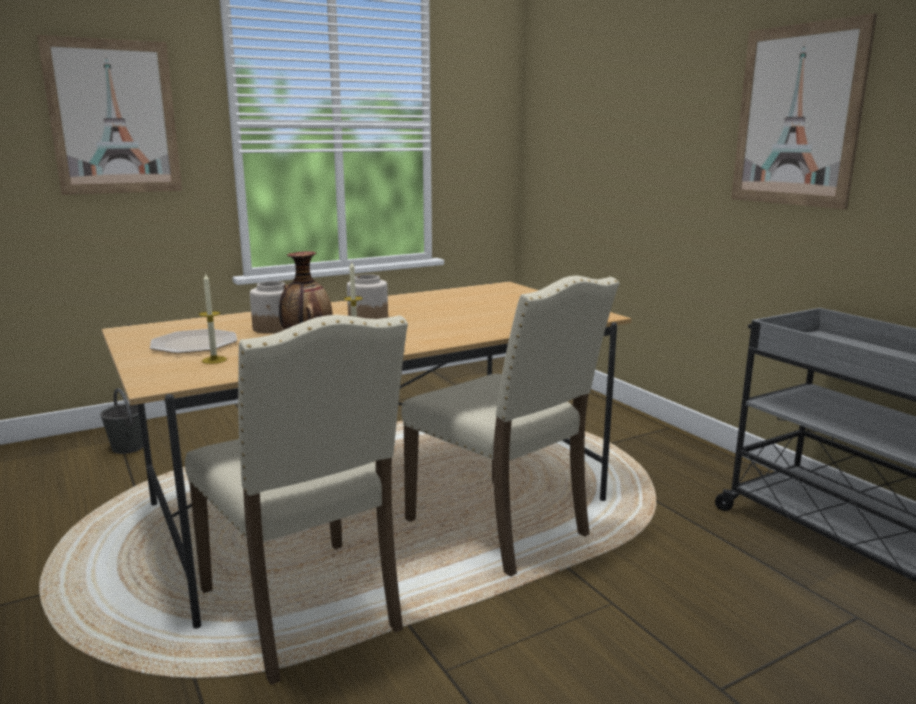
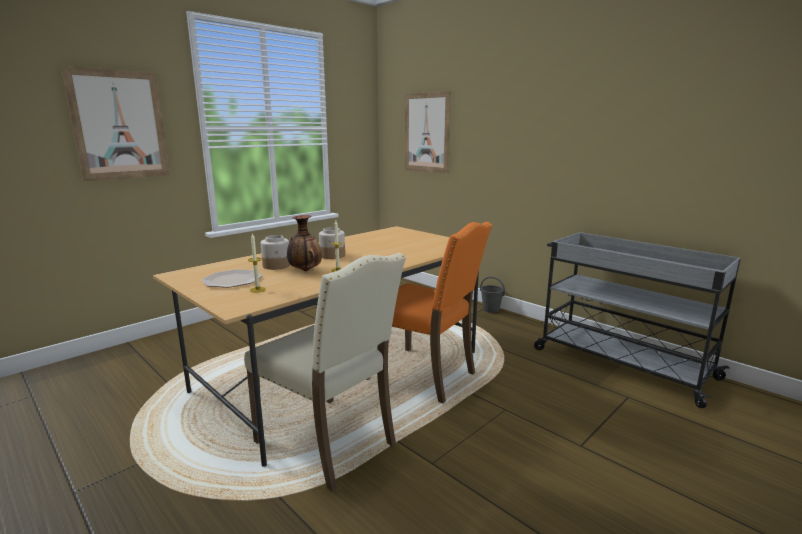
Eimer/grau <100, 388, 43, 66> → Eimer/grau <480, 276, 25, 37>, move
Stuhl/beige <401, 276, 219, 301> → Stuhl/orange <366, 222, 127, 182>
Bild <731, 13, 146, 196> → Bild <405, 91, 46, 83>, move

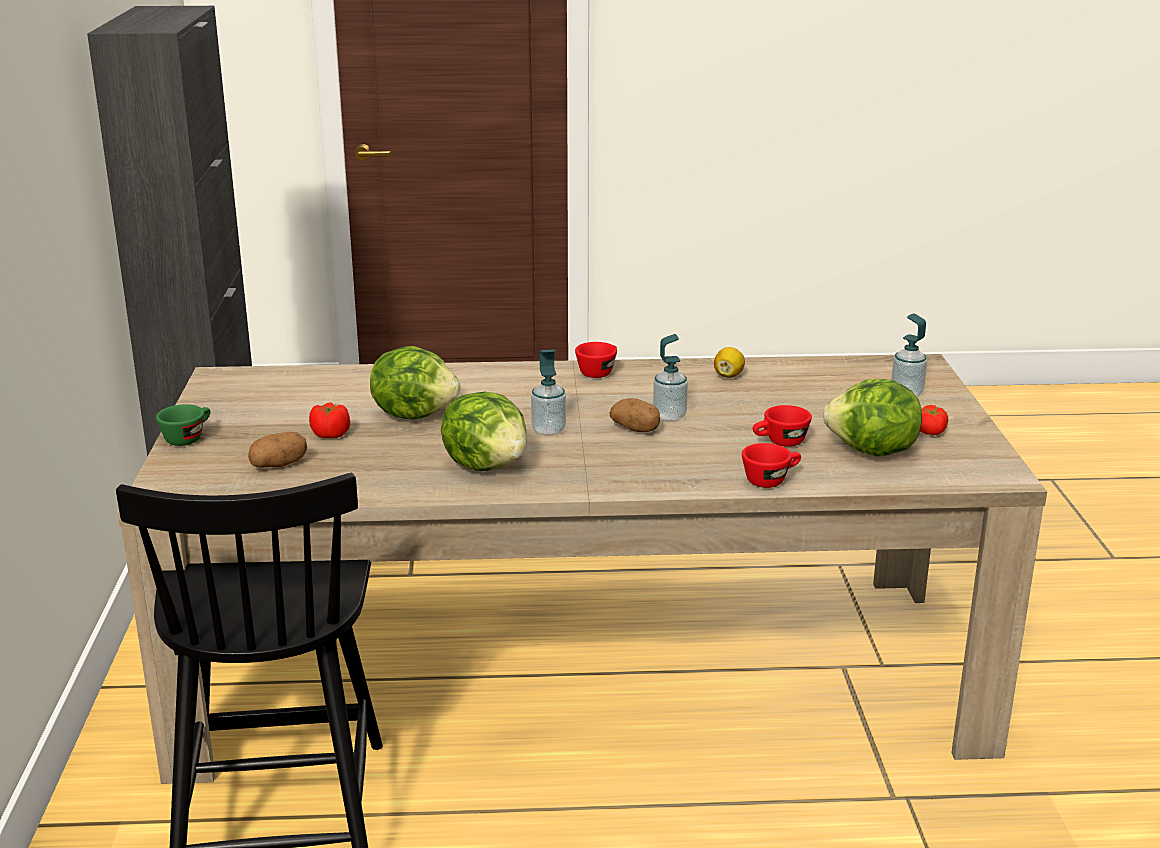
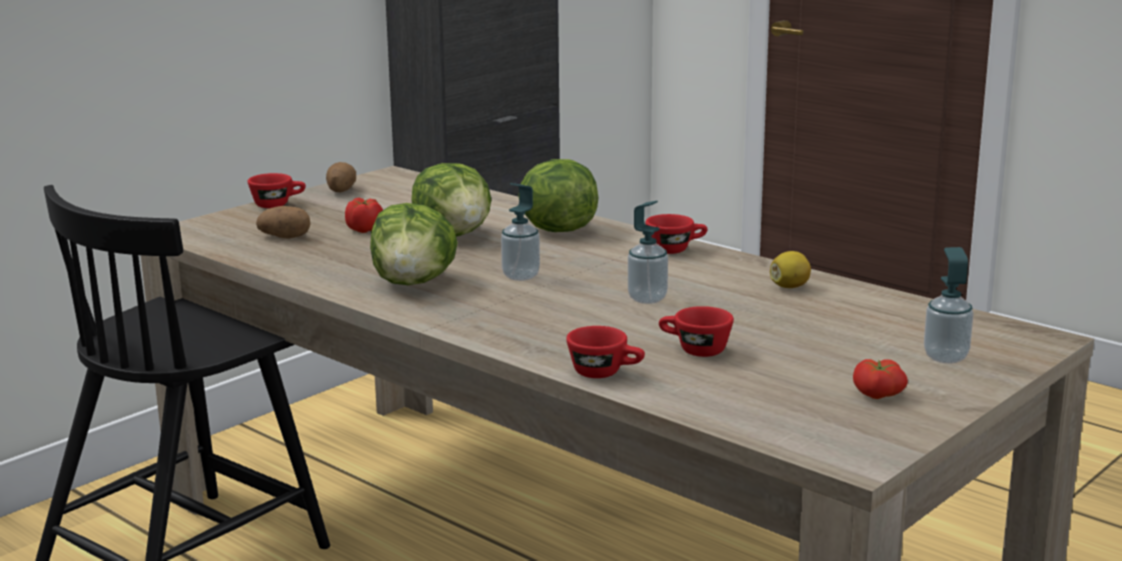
Tasse/grün <156, 404, 54, 42> → Tasse/rot <248, 173, 58, 35>
Kartoffel <609, 398, 51, 34> → Kartoffel <326, 162, 30, 30>, move
Salatkopf <823, 379, 99, 78> → Salatkopf <518, 159, 80, 73>, move

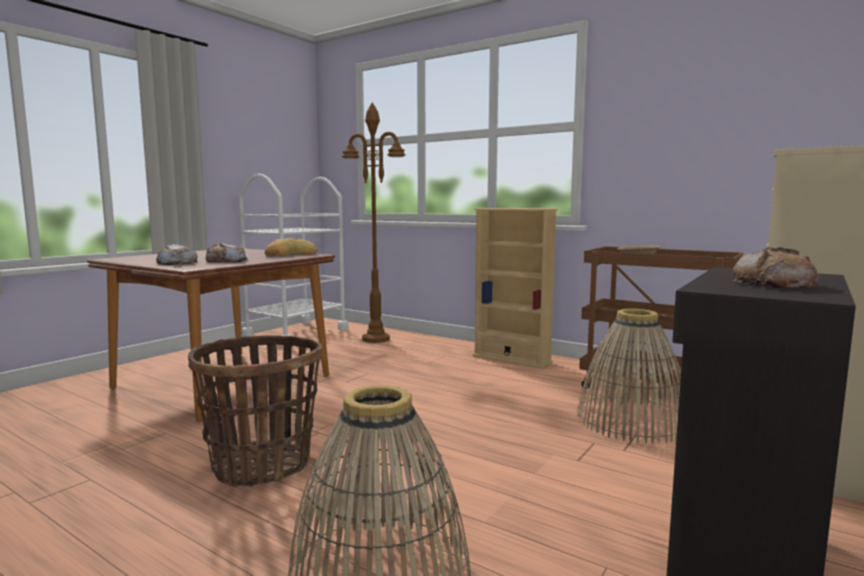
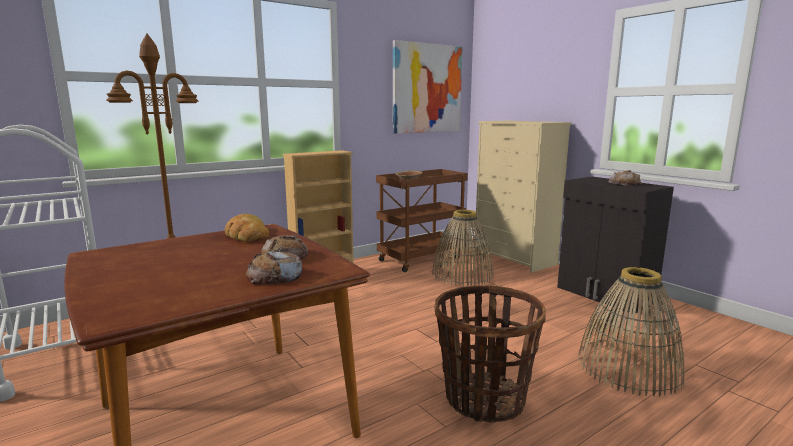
- → Bild <393, 40, 69, 94>

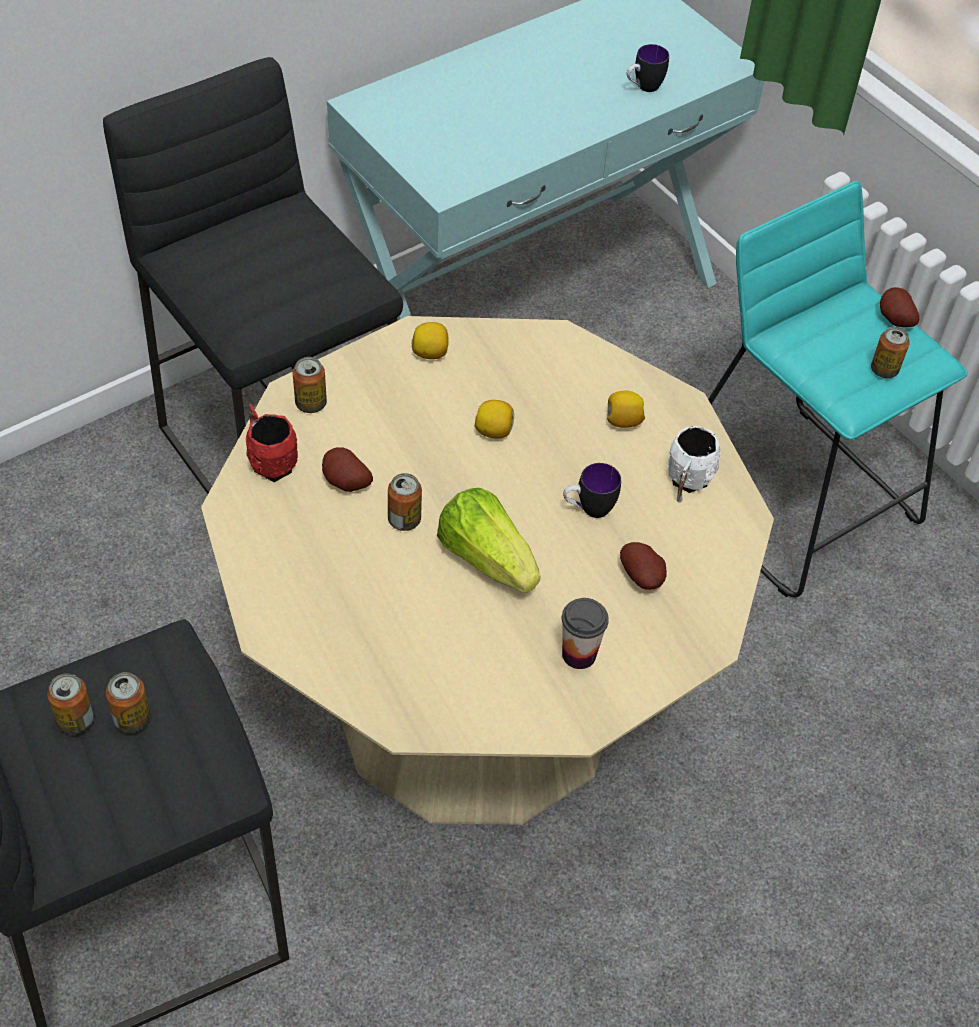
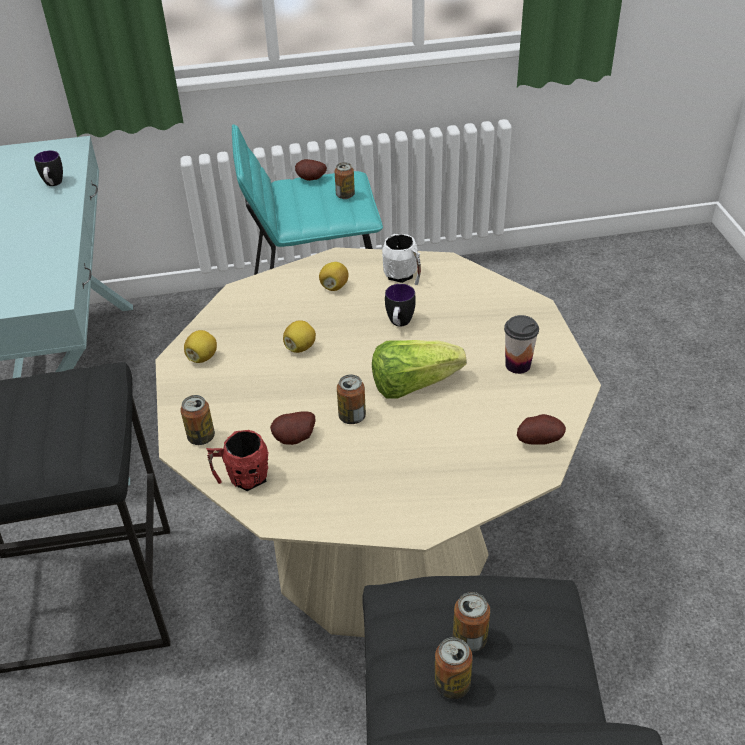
Kartoffel <620, 542, 47, 48> → Kartoffel <517, 414, 49, 31>, move

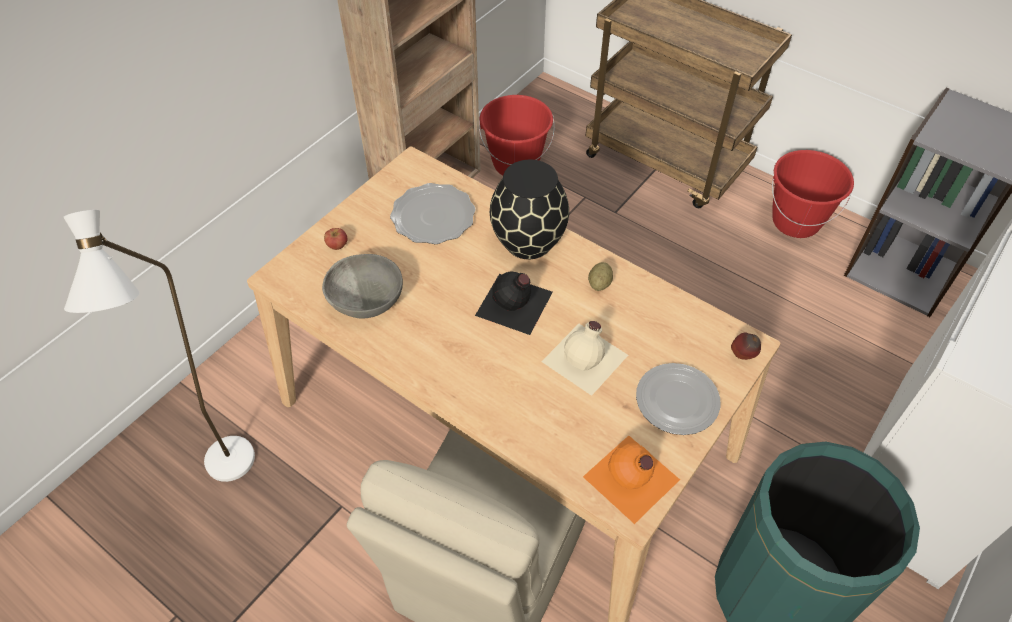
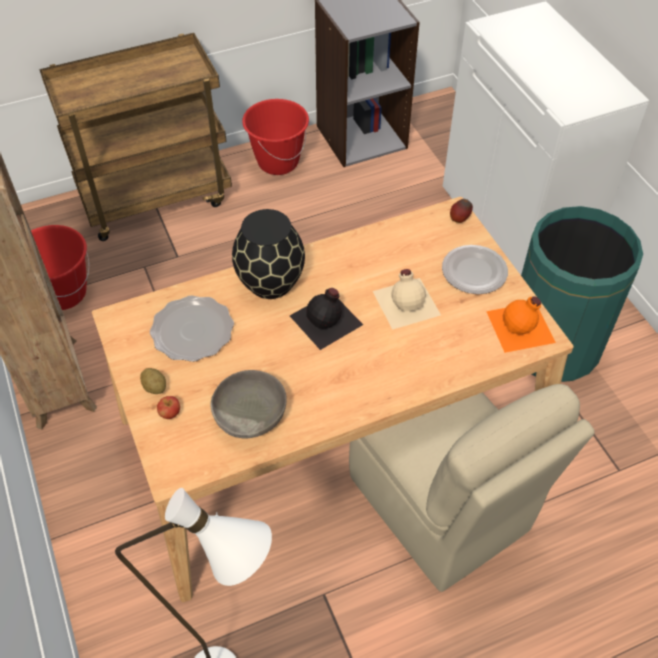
Kartoffel <588, 262, 25, 29> → Kartoffel <140, 368, 26, 26>, move

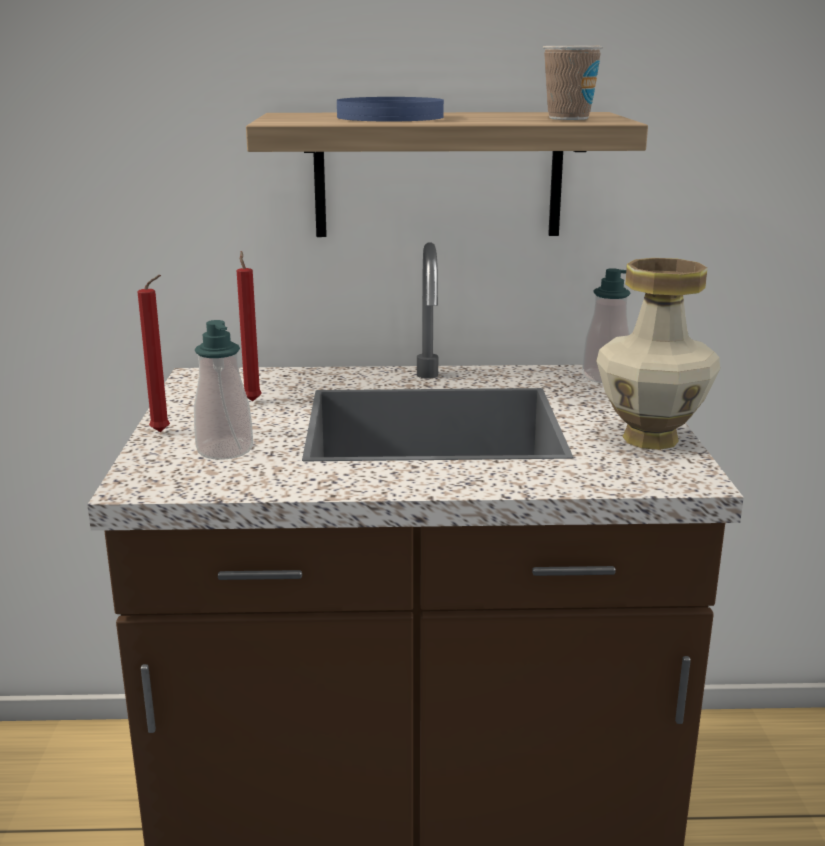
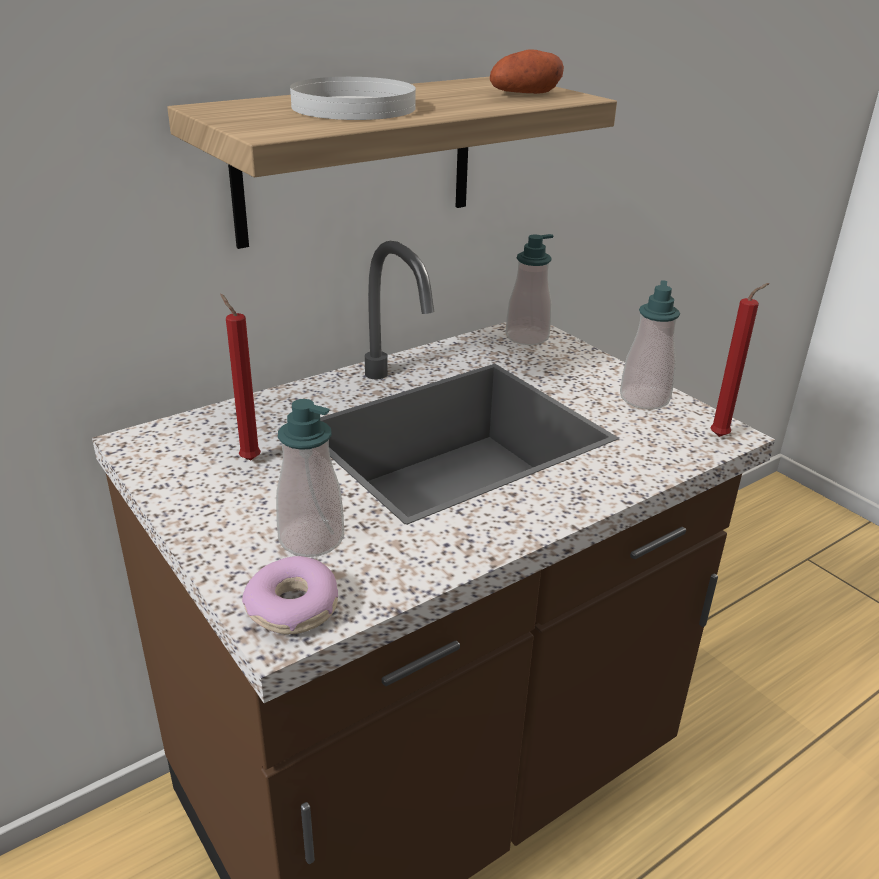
Kerze/rot <138, 275, 32, 157> → Kerze/rot <710, 283, 59, 154>, move
Teller/blau <337, 97, 107, 24> → Teller/weiß <290, 77, 126, 43>
Tasse <543, 46, 60, 74> → Kartoffel <490, 49, 74, 45>
Vase <596, 258, 124, 192> → Seifenspender <620, 280, 60, 130>
- → Donut <242, 556, 96, 78>

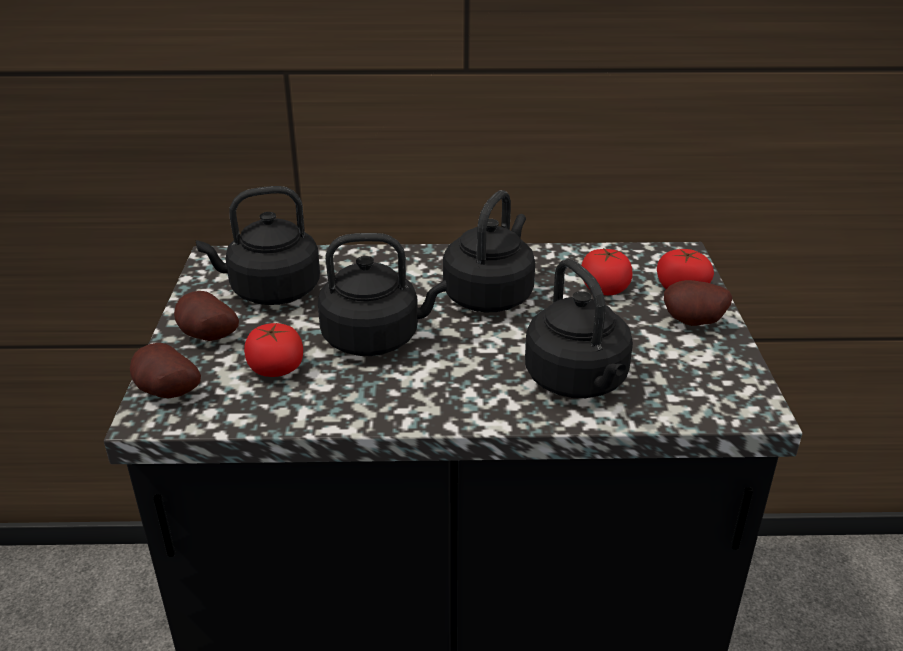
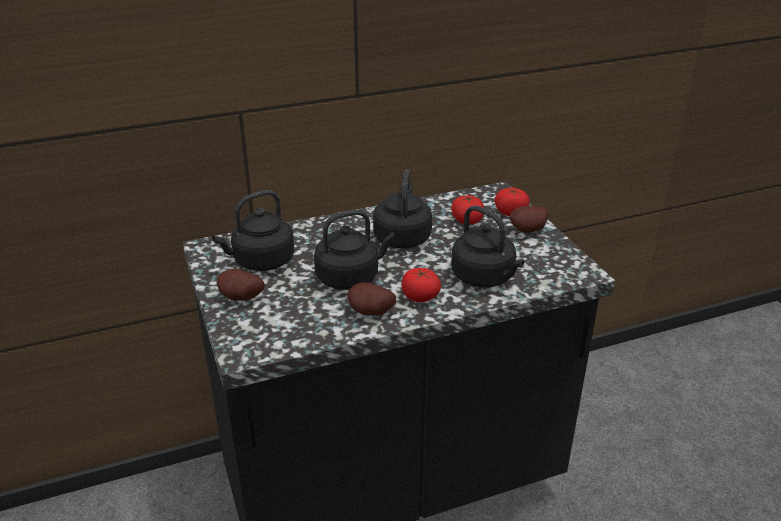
Kartoffel <130, 343, 71, 56> → Kartoffel <348, 282, 48, 33>, move
Tomate <244, 323, 59, 54> → Tomate <402, 268, 39, 34>, move

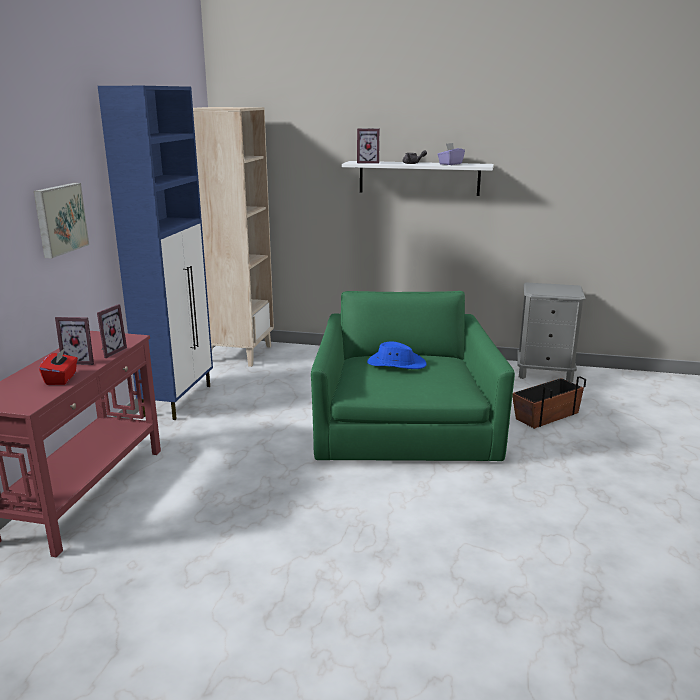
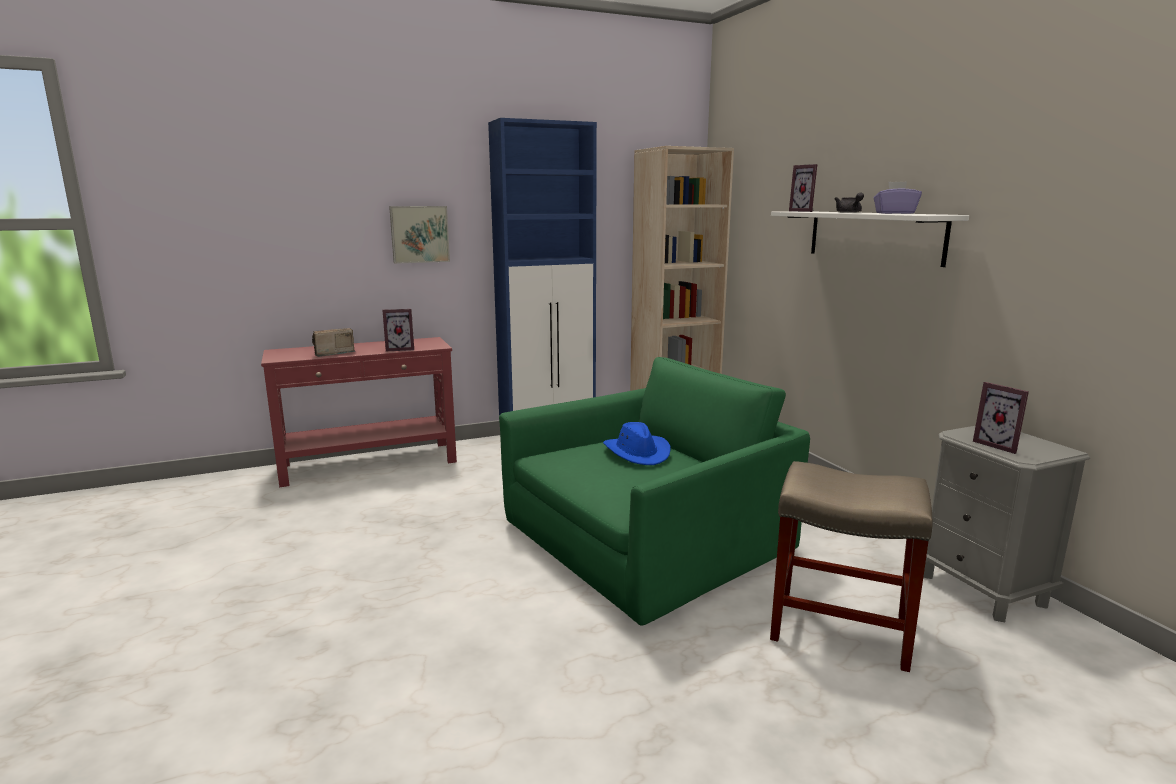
Taschentuchbox/rot <39, 348, 39, 37> → Radio <312, 328, 44, 29>
Bilderrahmen <55, 317, 39, 48> → Bilderrahmen <973, 382, 56, 72>, move
Pflanzkübel <512, 376, 74, 53> → Hocker/beige <770, 461, 162, 211>

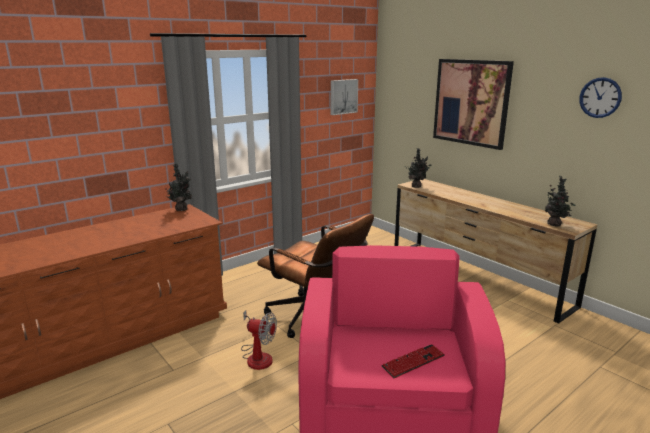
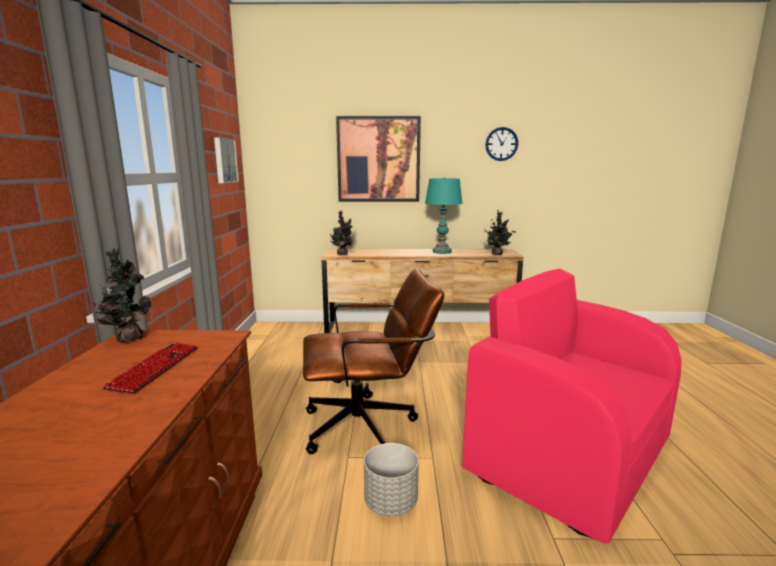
Ventilator <241, 310, 36, 60> → Pflanzkübel/grau <364, 443, 55, 73>
Tastatur <381, 344, 64, 34> → Tastatur <103, 342, 95, 52>, move
- → Tischlampe/türkis <425, 178, 38, 76>

